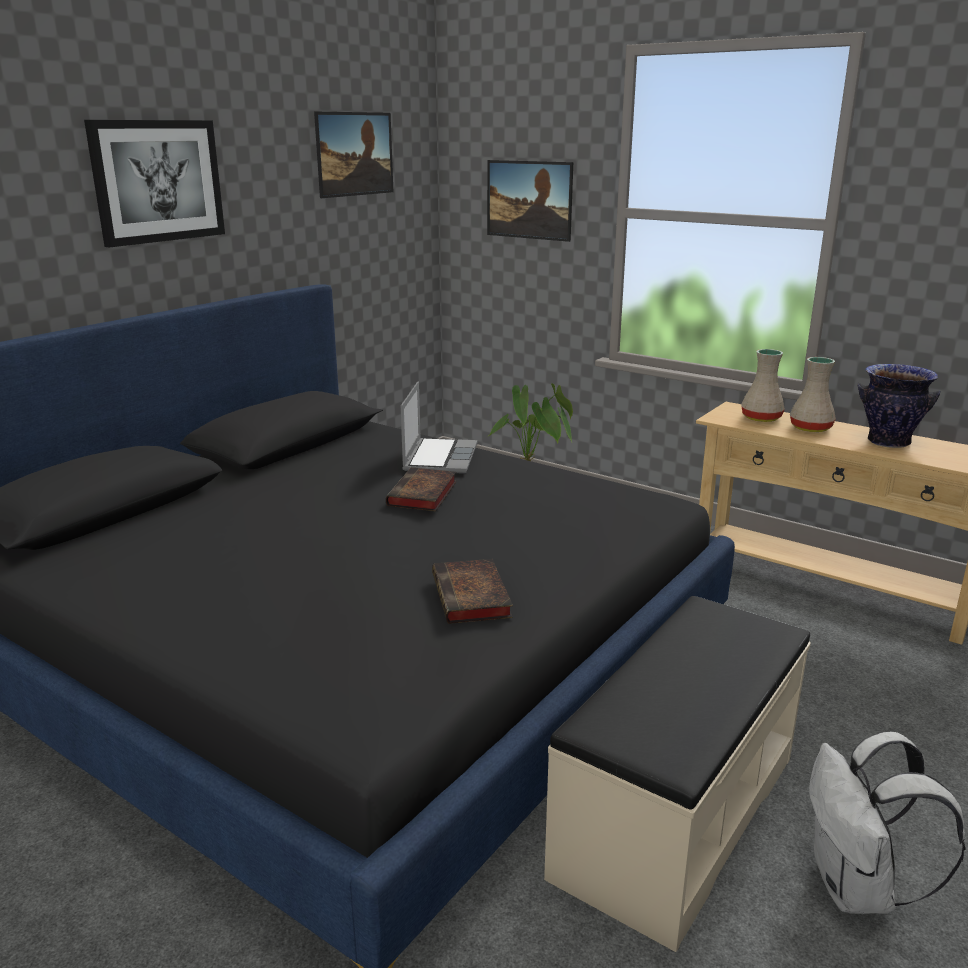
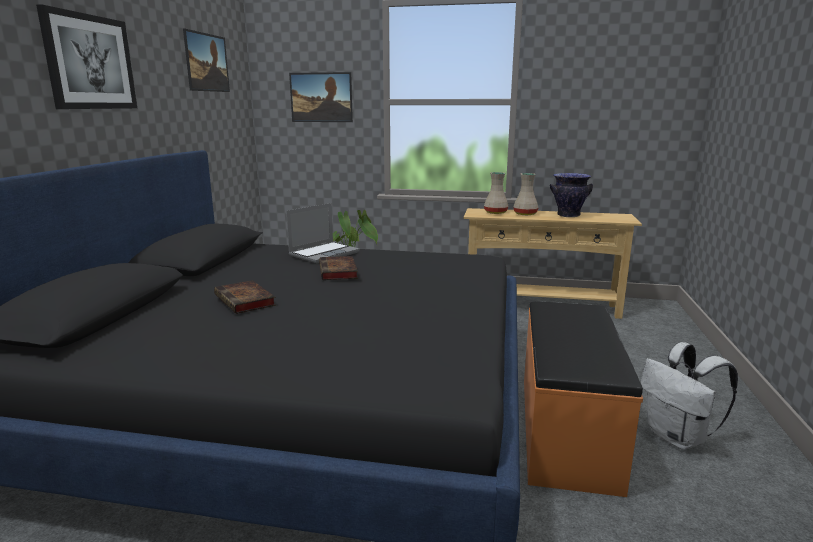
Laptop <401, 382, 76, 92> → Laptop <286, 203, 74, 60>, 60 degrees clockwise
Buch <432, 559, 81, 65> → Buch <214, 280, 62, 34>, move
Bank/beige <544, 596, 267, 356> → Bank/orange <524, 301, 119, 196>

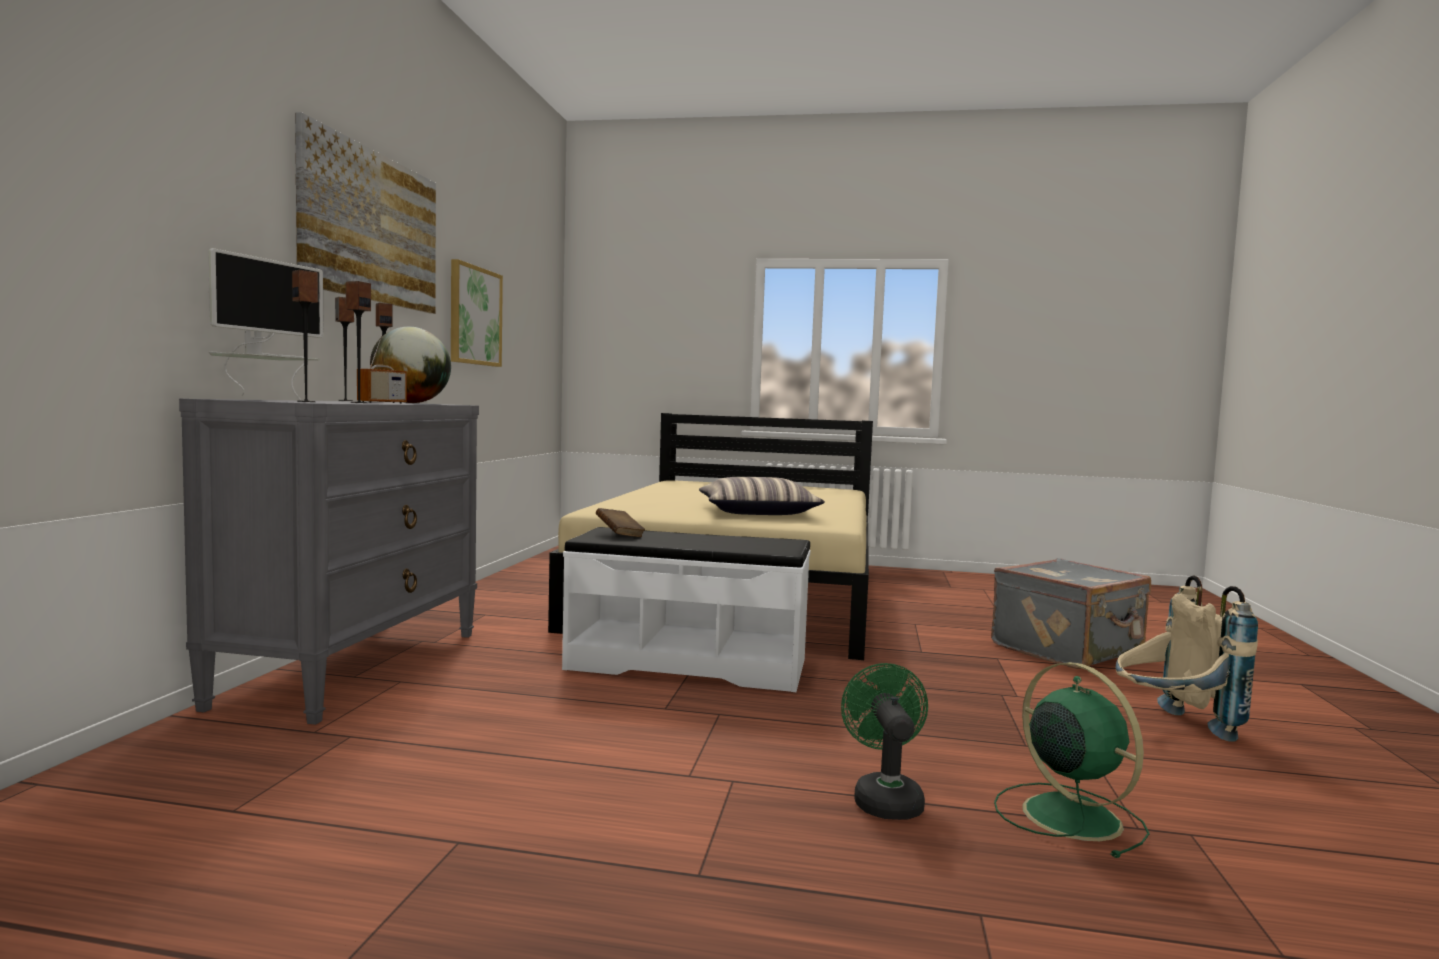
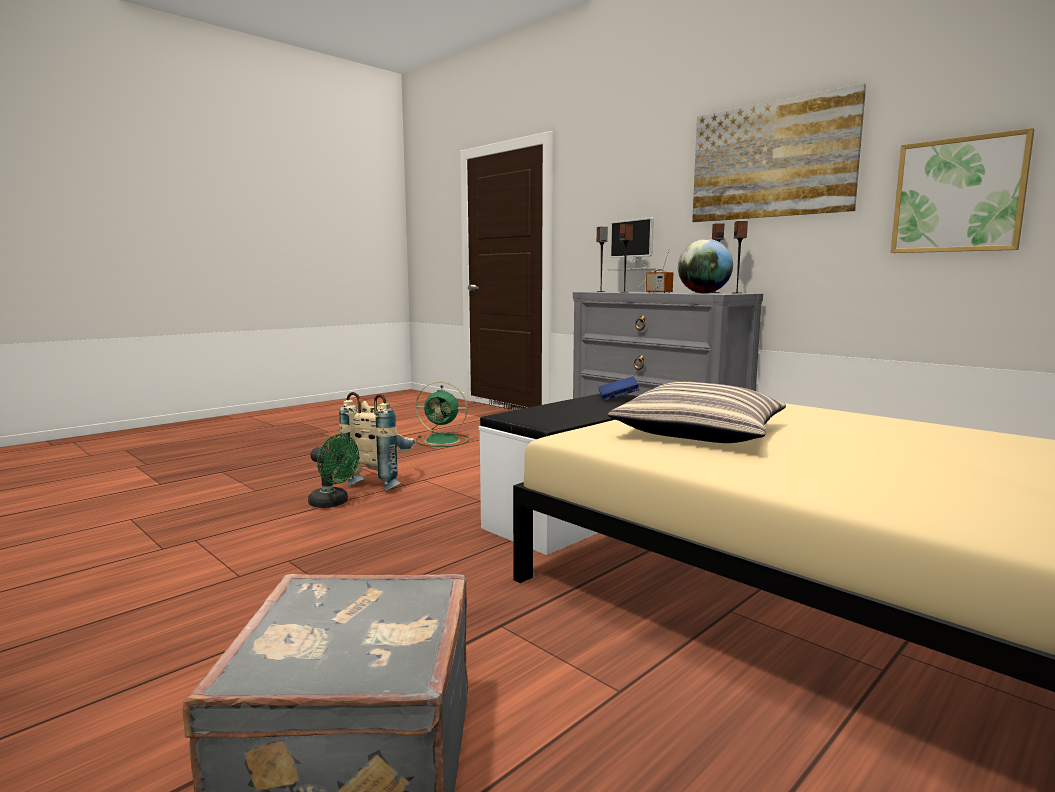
Buch/braun <596, 508, 49, 29> → Buch/blau <598, 376, 42, 25>
Ventilator/grün <994, 662, 155, 196> → Ventilator/grün <416, 382, 54, 65>, move
Rucksack/beige <1116, 575, 142, 167> → Rucksack/beige <339, 392, 76, 99>, move

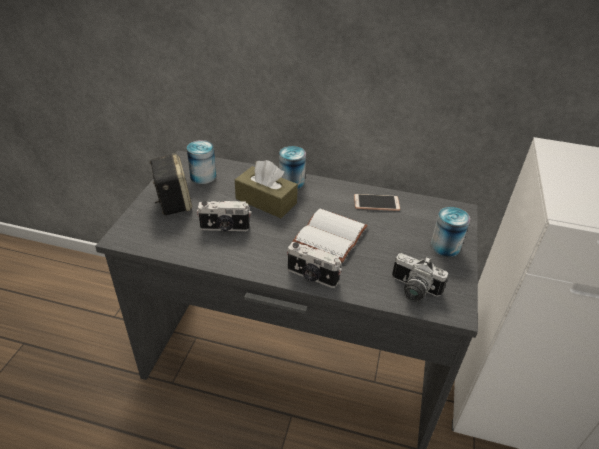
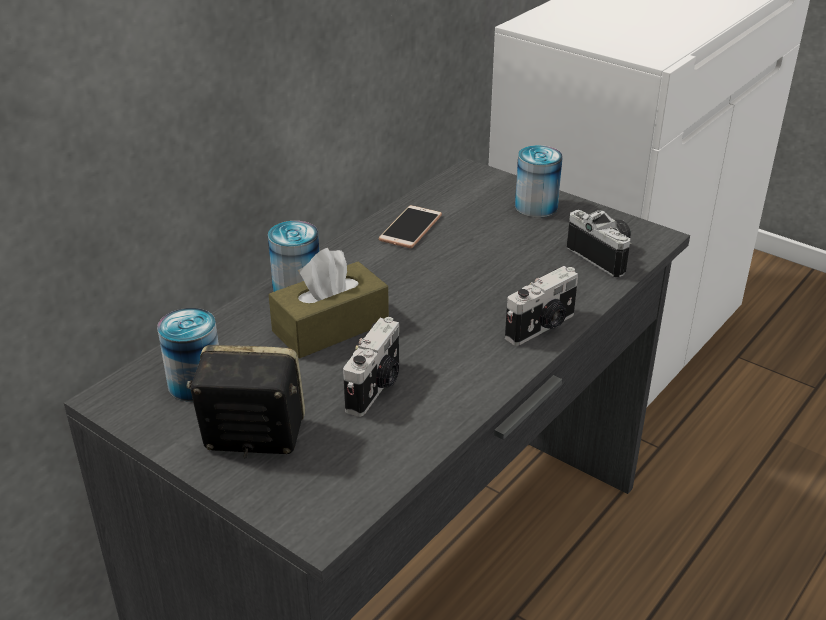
Buch/weiß <292, 208, 76, 55> → -
Kamera <392, 253, 56, 49> → Kamera <567, 210, 65, 67>, 90 degrees counterclockwise

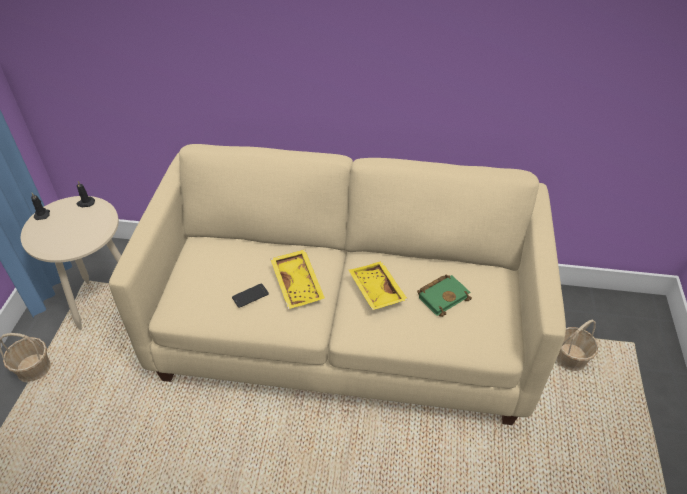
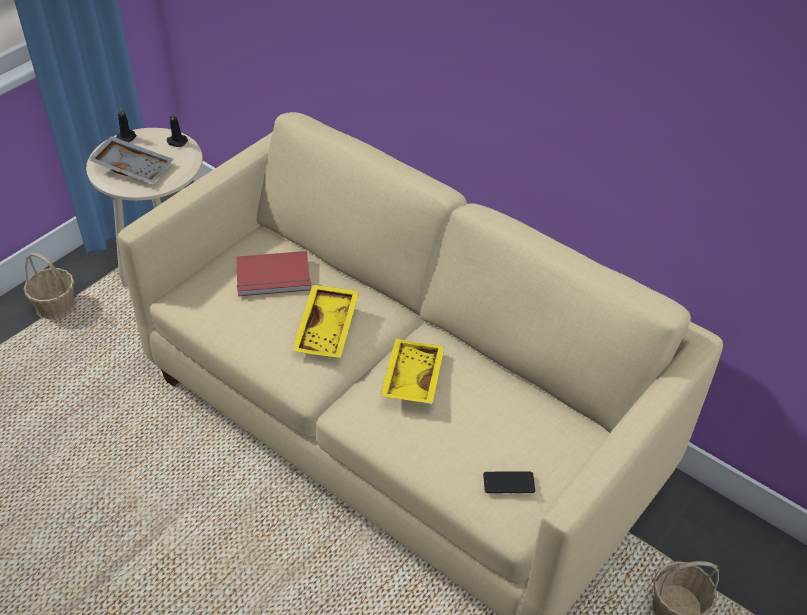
Handy <232, 284, 37, 24> → Handy <483, 472, 52, 21>, move
Buch/grün <417, 274, 55, 43> → -
- → Tablett/grau <88, 136, 85, 48>
- → Buch/rot <236, 251, 75, 45>

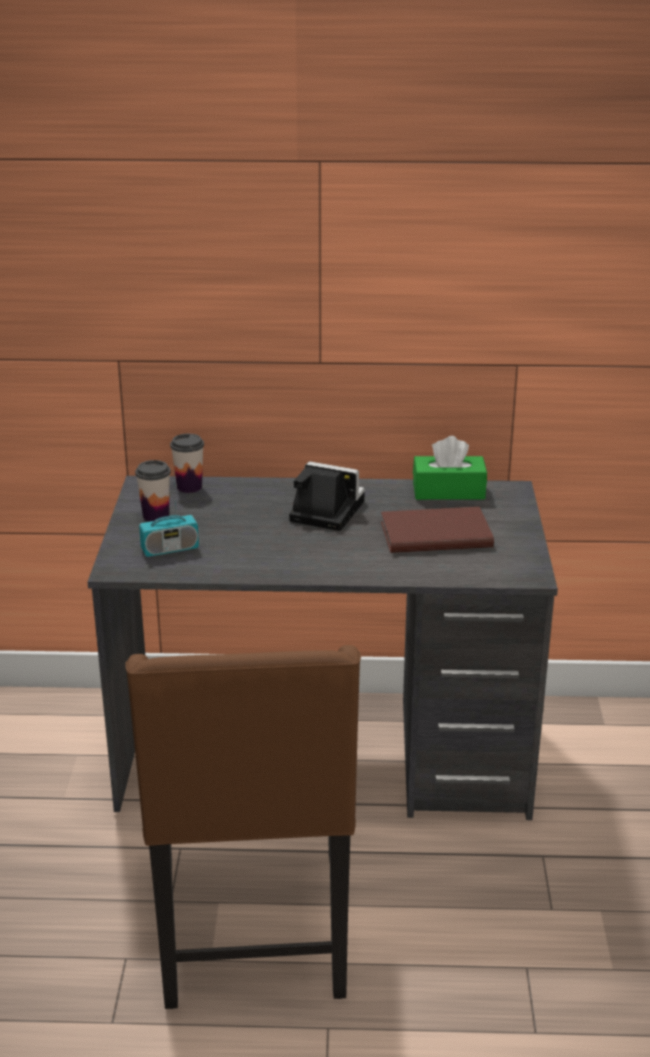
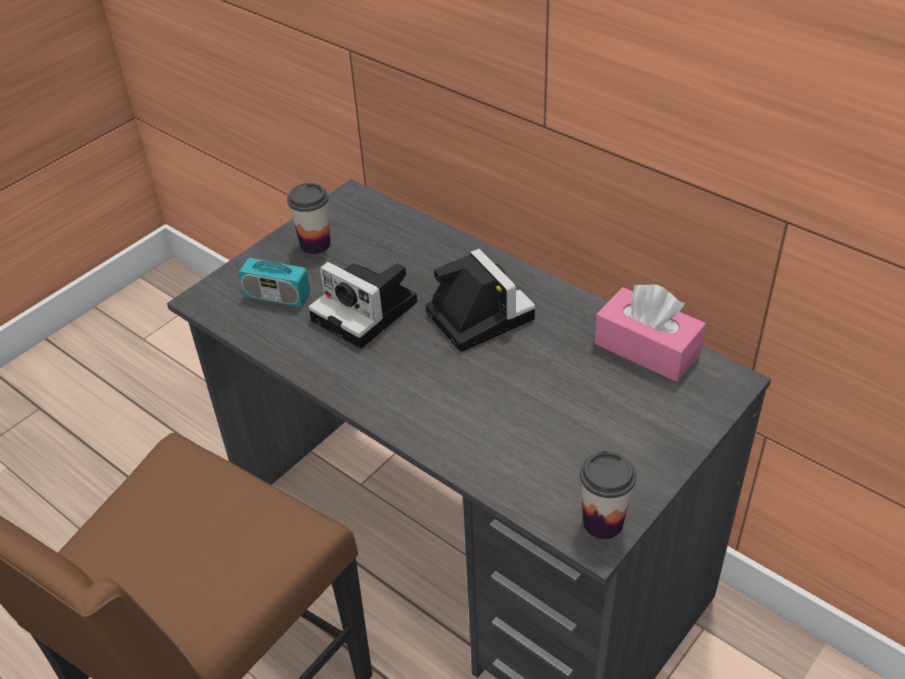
Tasse <170, 434, 34, 59> → Tasse <580, 451, 56, 88>, move
Buch/braun <381, 507, 113, 46> → -
Taschentuchbox/grün <413, 436, 74, 64> → Taschentuchbox/rosa <594, 284, 112, 98>
- → Kamera <308, 262, 109, 87>

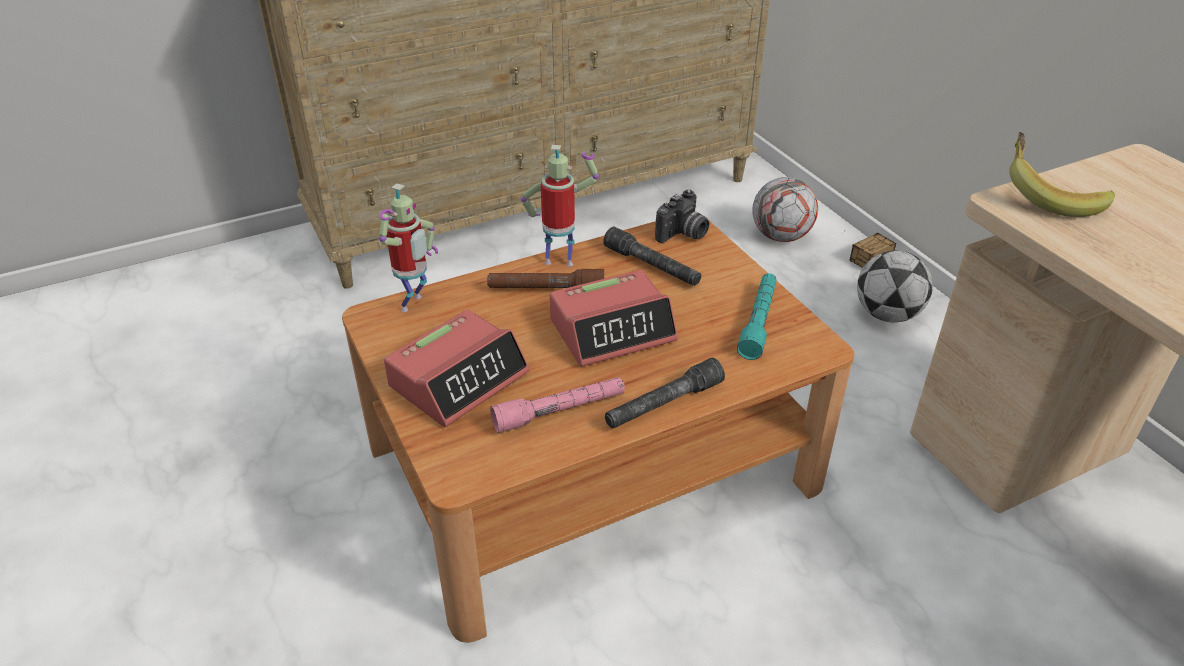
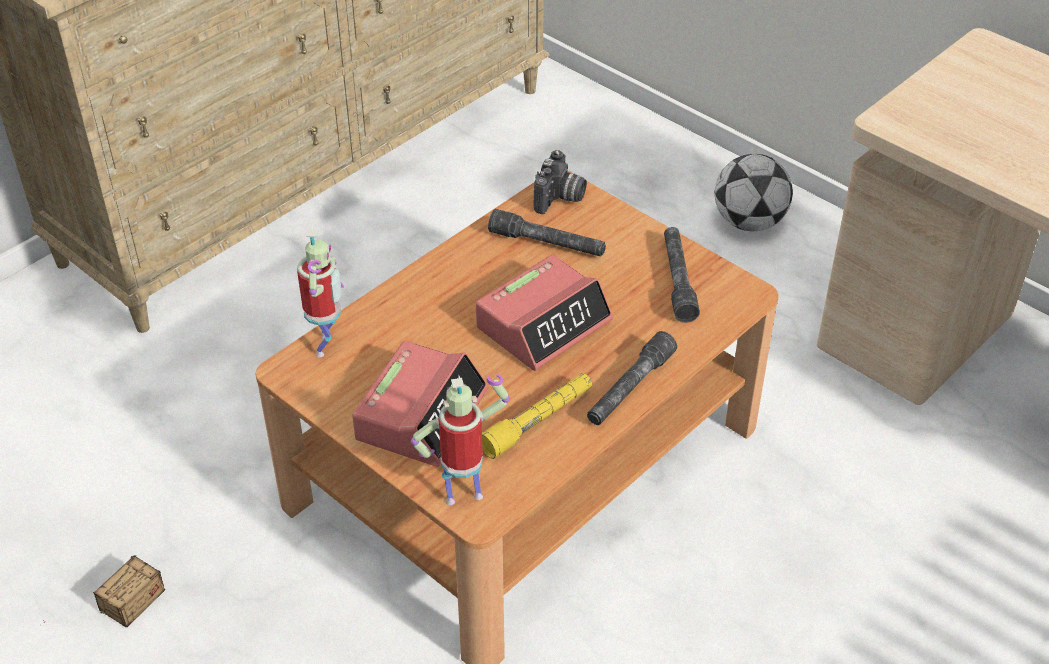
Taschenlampe/braun <487, 269, 117, 19> → -
Taschenlampe/rosa <490, 377, 135, 56> → Taschenlampe/gelb <482, 373, 110, 86>
Spielzeugroboter <521, 145, 78, 122> → Spielzeugroboter <411, 374, 99, 131>, move
Taschenlampe/türkis <737, 273, 40, 87> → Taschenlampe/grau <664, 227, 36, 96>
Fußball <752, 177, 66, 65> → -
Aufbewahrungsbox <845, 231, 51, 37> → Aufbewahrungsbox <43, 556, 122, 72>, move
Banane <1009, 132, 106, 85> → -

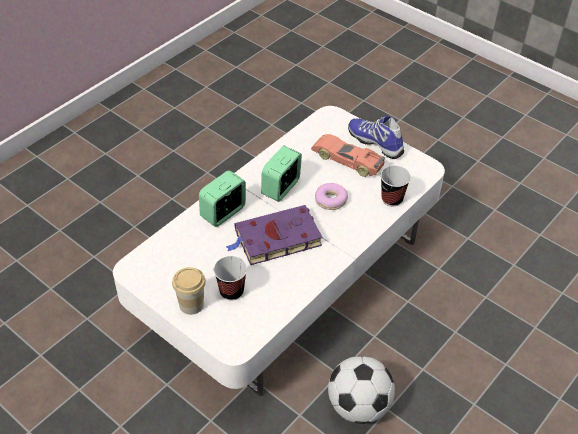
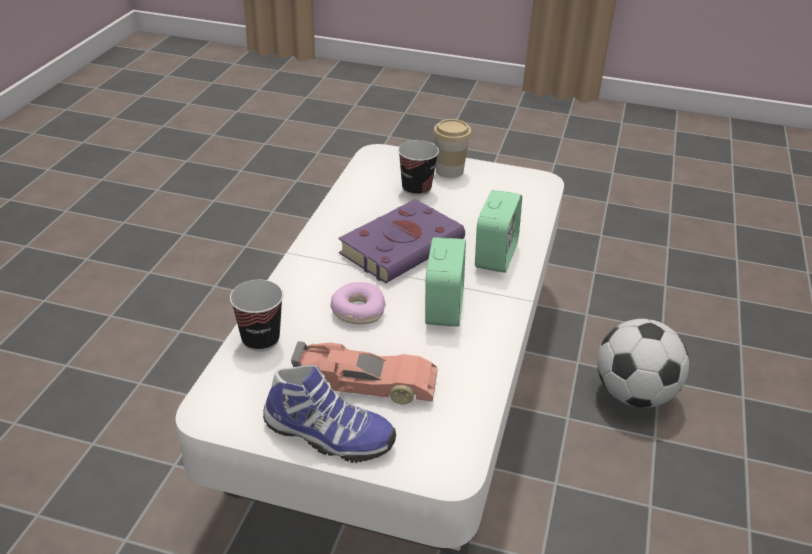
Fußball <328, 356, 67, 68> → Fußball <597, 319, 92, 89>, move

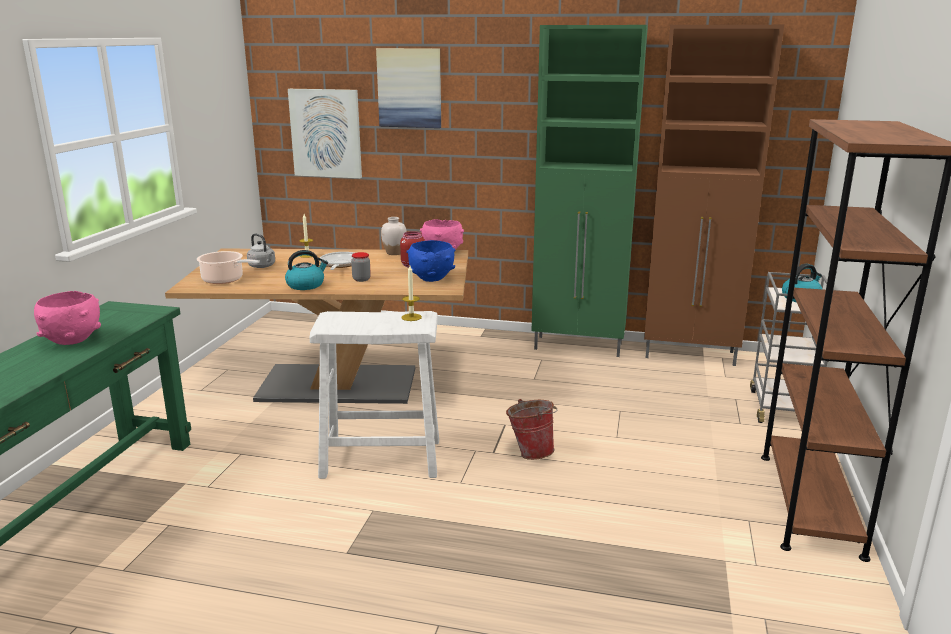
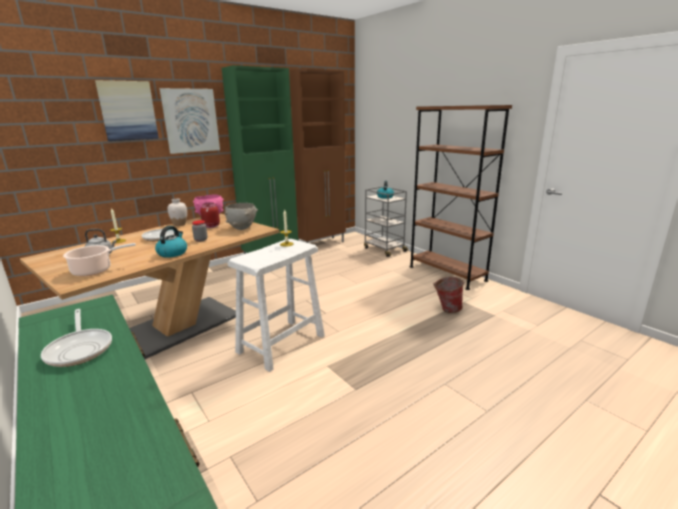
Schüssel/rosa <34, 291, 67, 54> → Pfanne <41, 309, 71, 58>
Bild <288, 89, 74, 89> → Bild <160, 88, 60, 66>, move
Schüssel/blau <406, 240, 49, 42> → Schüssel/grau <224, 203, 34, 27>
Eimer <506, 399, 52, 61> → Eimer <433, 277, 32, 36>, move

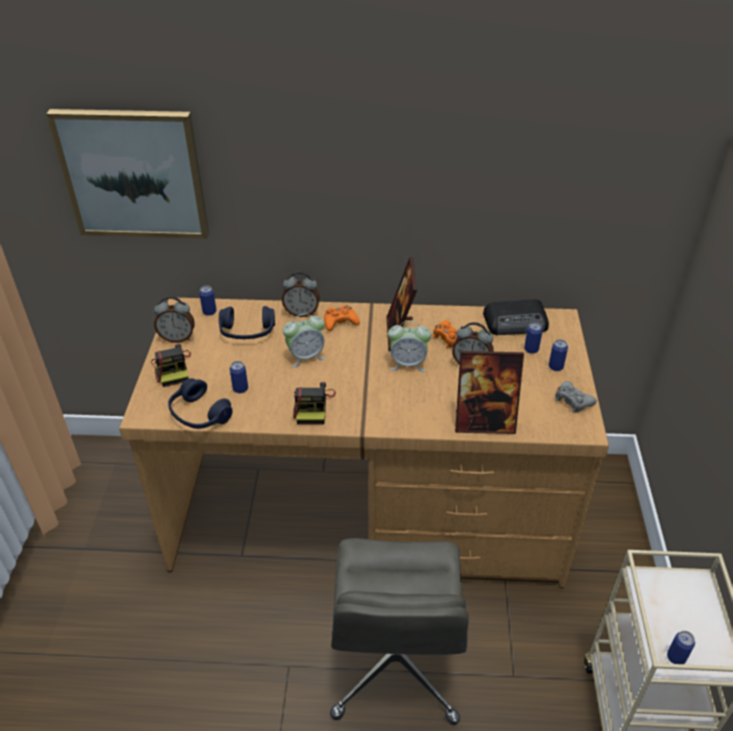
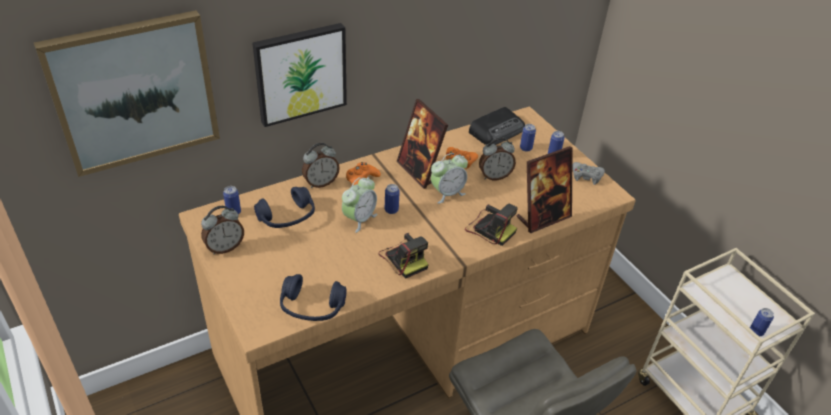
Kamera <151, 344, 40, 43> → Kamera <465, 203, 53, 43>, move
Dose <230, 361, 18, 32> → Dose <385, 184, 15, 30>, move
- → Bild <252, 23, 95, 104>

